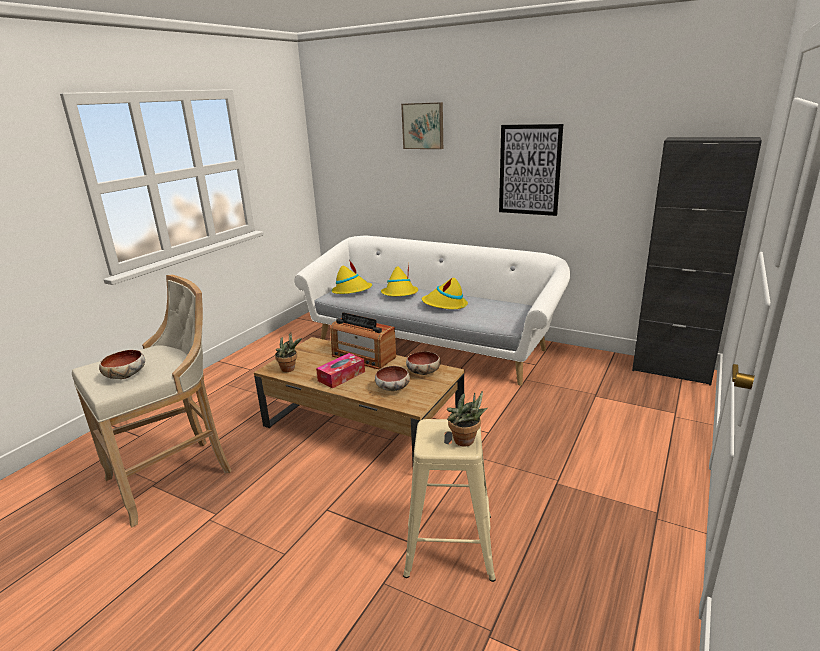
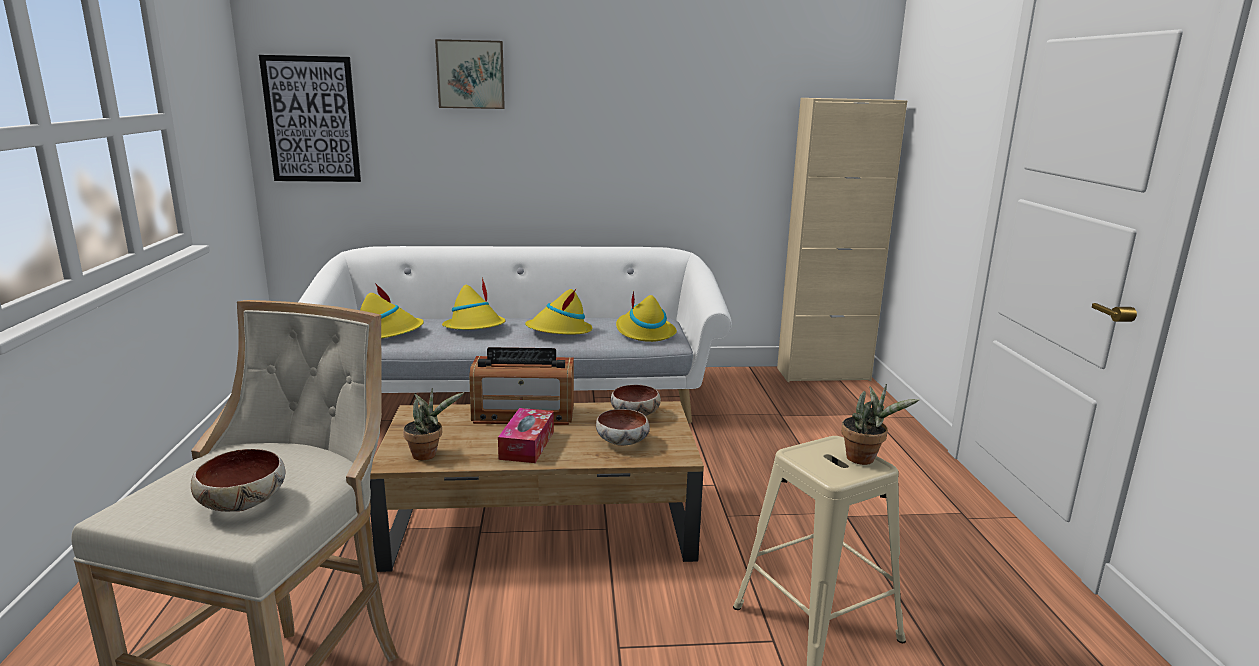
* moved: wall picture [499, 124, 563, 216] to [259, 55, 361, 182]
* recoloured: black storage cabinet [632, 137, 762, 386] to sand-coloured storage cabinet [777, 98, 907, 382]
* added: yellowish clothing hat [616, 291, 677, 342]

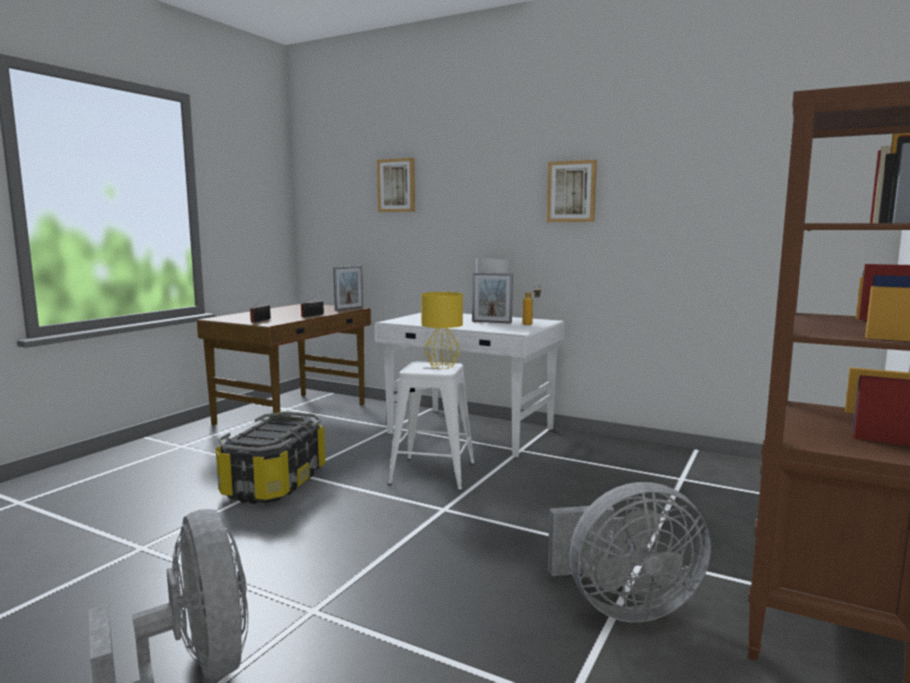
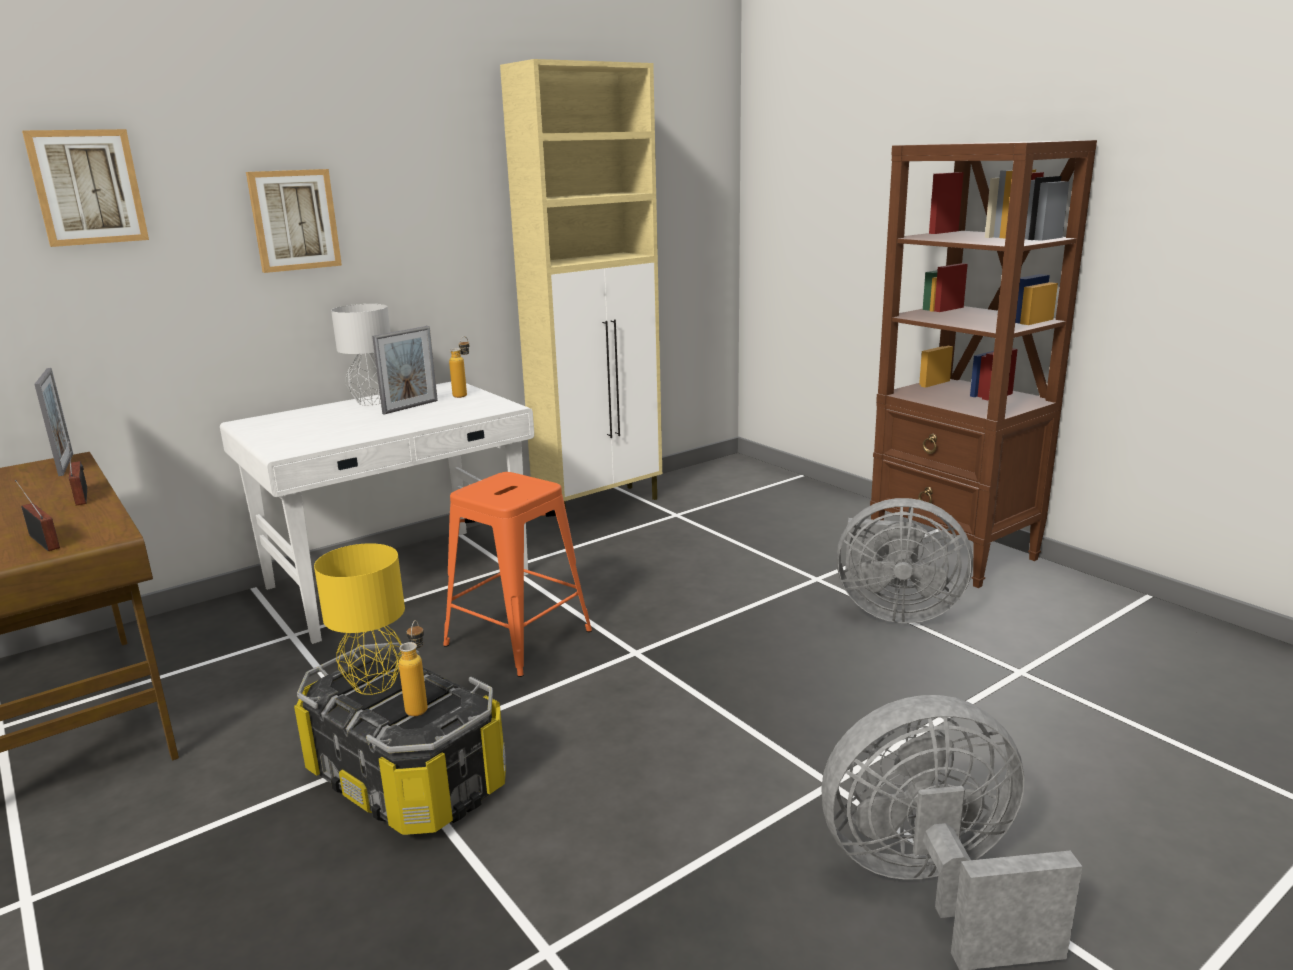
* recoloured: white-coloured sitting stool [388, 362, 474, 490] to orange sitting stool [443, 472, 592, 677]
* moved: yellowish lamp for a table [421, 292, 463, 369] to [314, 543, 405, 695]
* moved: wall picture [547, 160, 597, 222] to [246, 169, 342, 273]
* turned: greyish electric fan [548, 482, 711, 622] = [836, 498, 973, 623] 90 degrees clockwise
* added: bottle [399, 620, 428, 716]
* added: sand-coloured storage cabinet [500, 59, 662, 509]

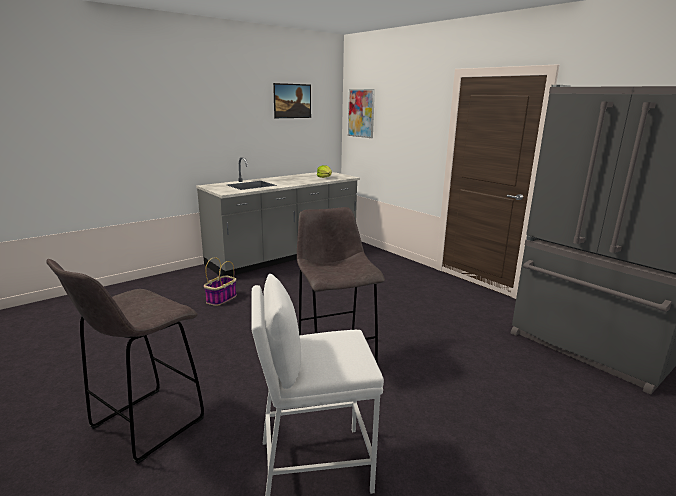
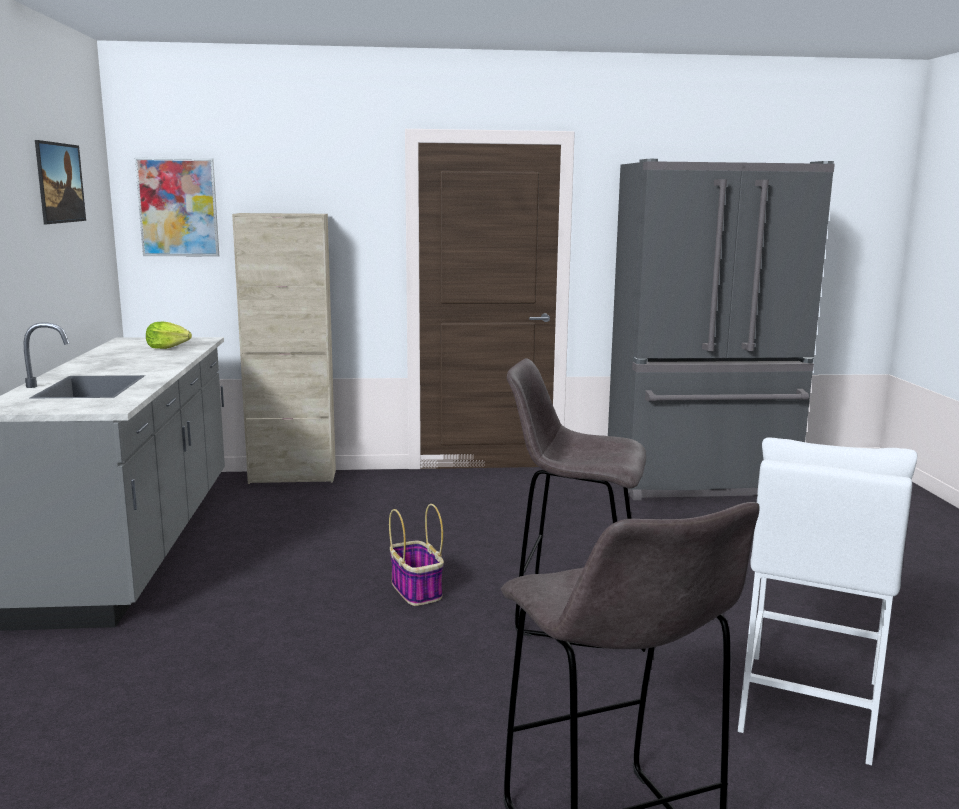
* moved: storage basket [204, 257, 237, 306] to [389, 504, 444, 606]
* added: sand-coloured storage cabinet [232, 213, 336, 484]

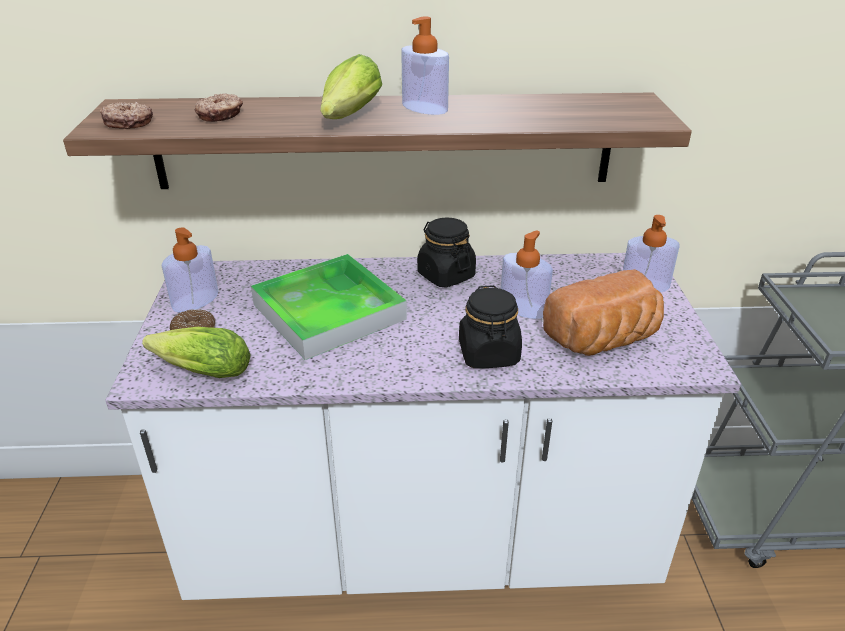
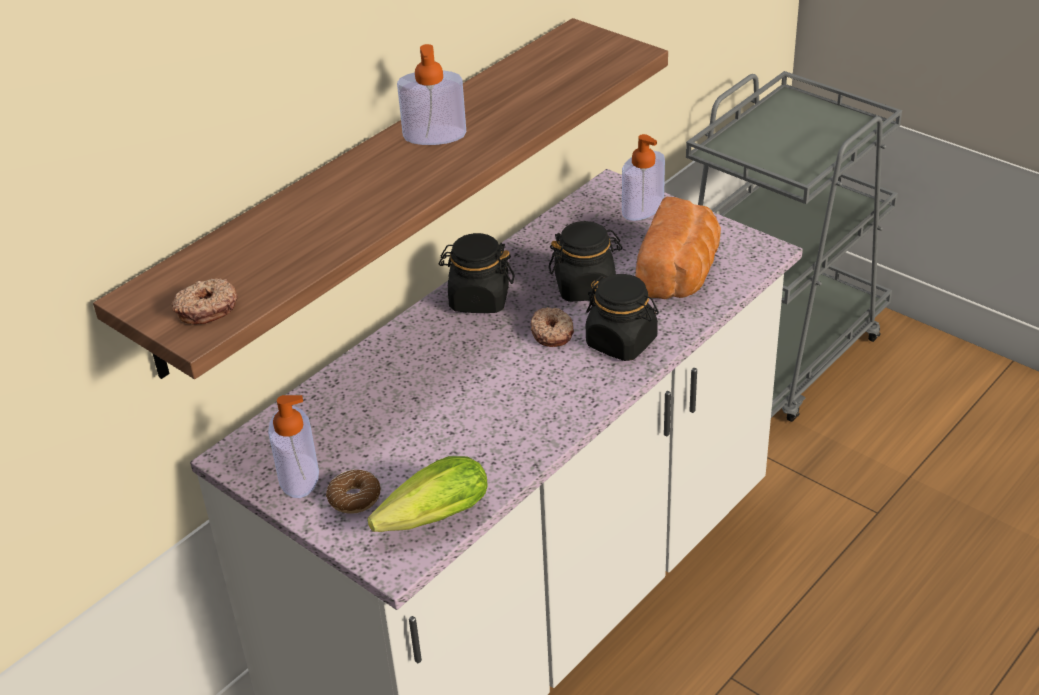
* moved: ring doughnut [195, 93, 243, 122] to [530, 307, 574, 347]
* removed: serving tray [251, 254, 407, 360]
* removed: head of lettuce [320, 54, 382, 119]
* replaced: soap dispenser [501, 230, 553, 319] to black storage jar [549, 221, 623, 302]

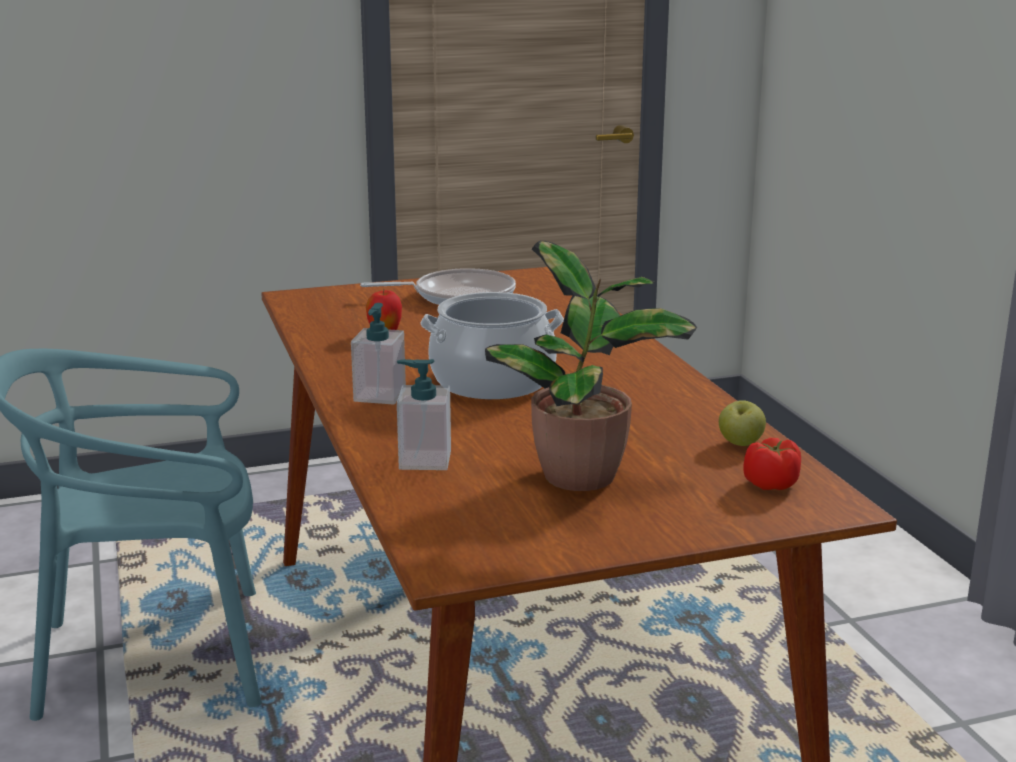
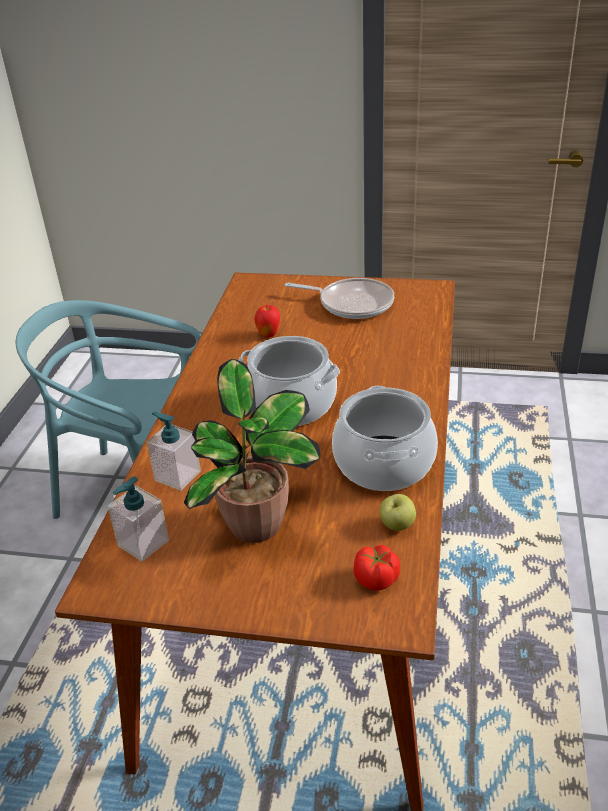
* moved: soap dispenser [351, 303, 406, 405] to [108, 476, 169, 562]
* added: cooking pot [332, 386, 438, 491]

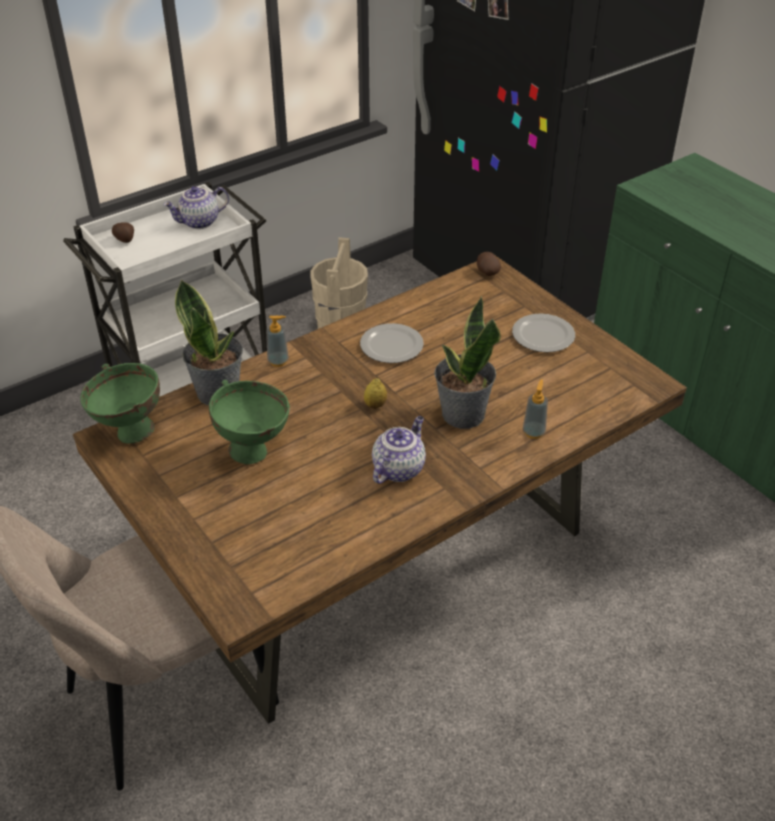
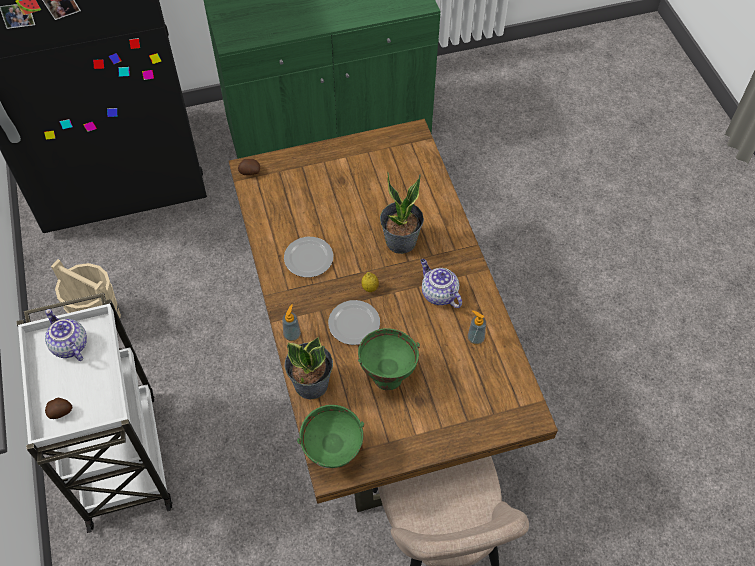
* turned: tea pot [163, 186, 229, 229] = [45, 309, 87, 361] 150 degrees clockwise
* moved: flat dish [512, 313, 575, 352] to [328, 300, 380, 345]
* moved: soap dispenser [523, 380, 548, 439] to [468, 310, 486, 345]

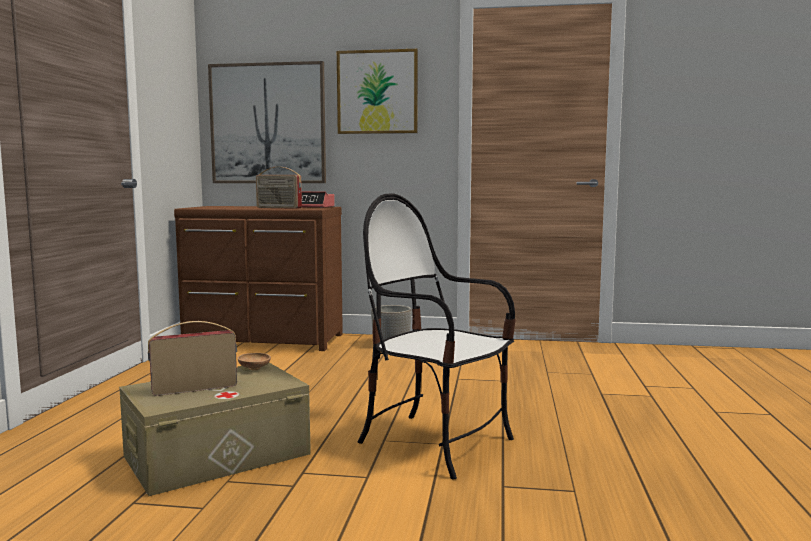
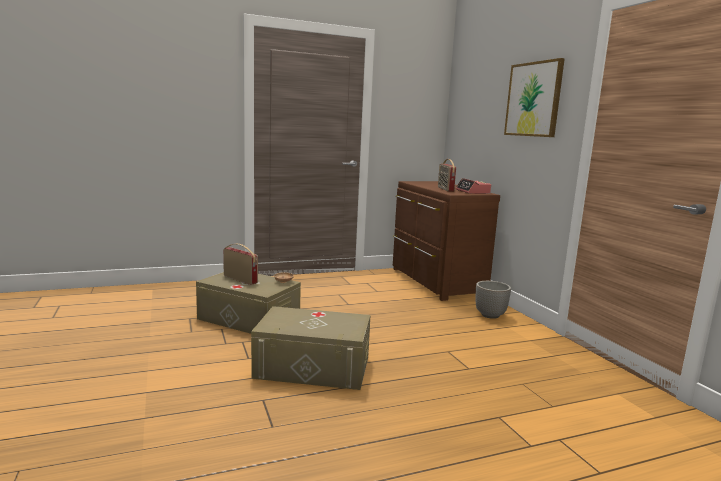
* removed: wall picture [208, 61, 326, 183]
* replaced: plain chair [357, 193, 516, 480] to sand-coloured storage box [251, 306, 371, 390]

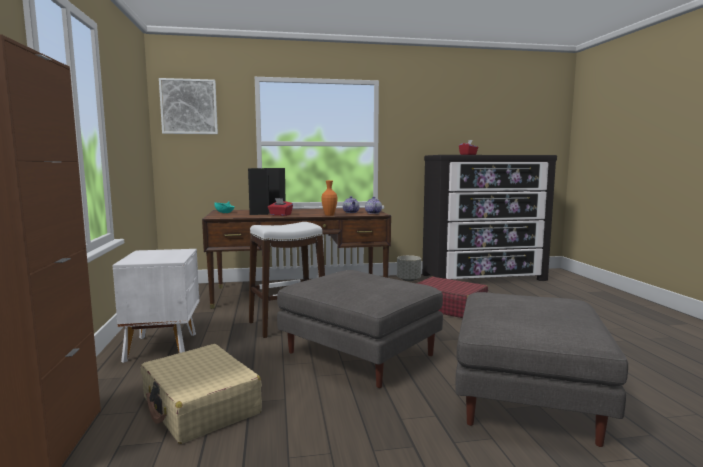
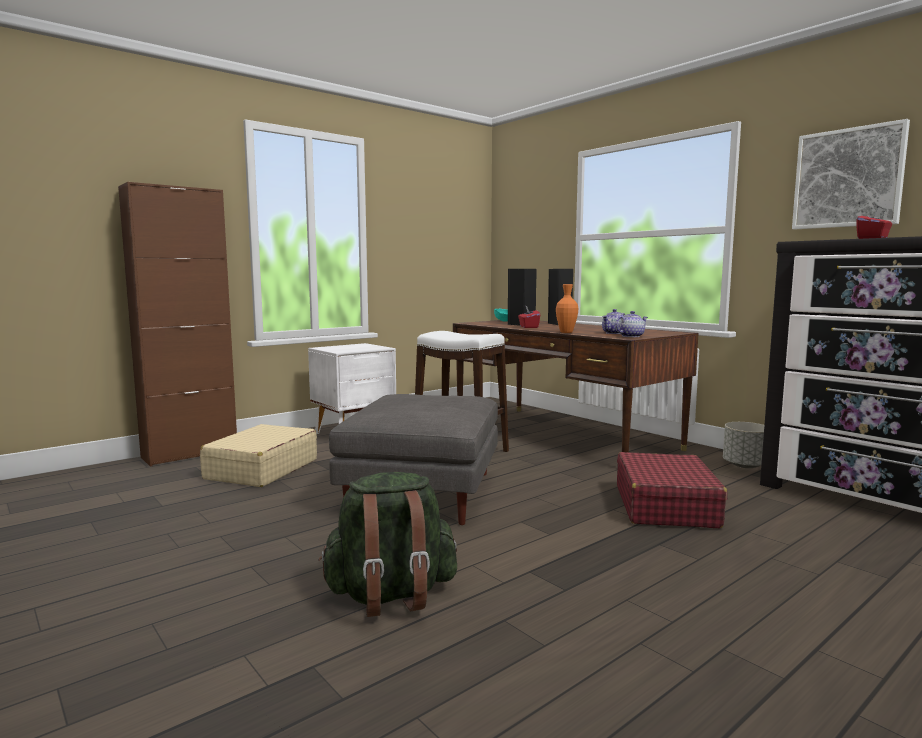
* moved: wall picture [159, 78, 218, 134] to [792, 119, 910, 229]
* replaced: greyish footrest [455, 292, 628, 447] to green knapsack [318, 472, 457, 617]

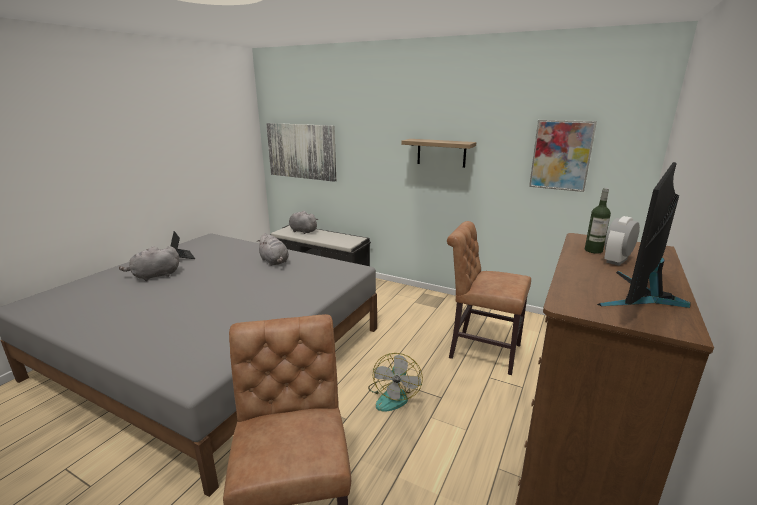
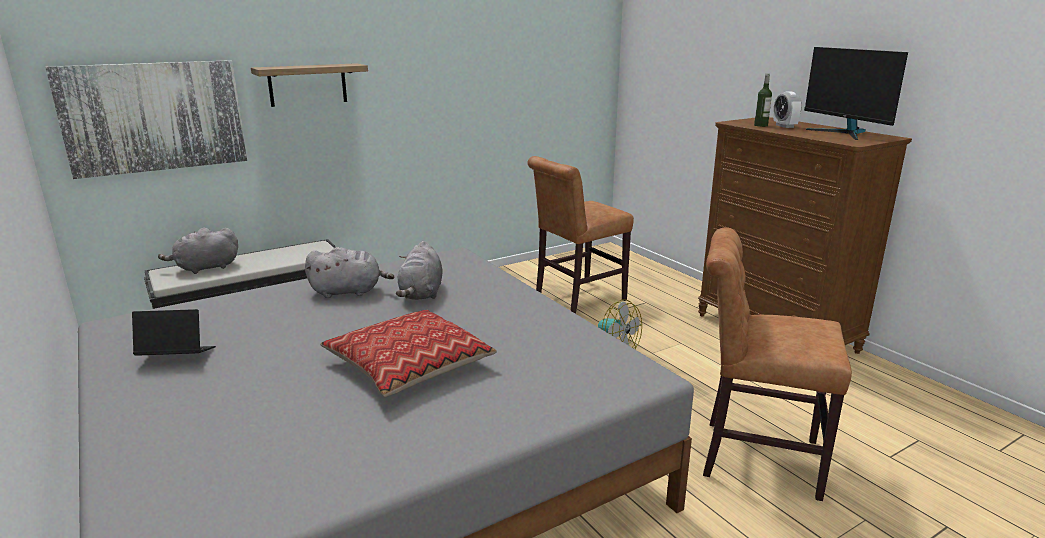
* moved: greyish plush toy [119, 246, 179, 281] to [396, 241, 443, 300]
* moved: wall shelf [401, 139, 476, 168] to [251, 63, 368, 107]
* removed: wall picture [529, 120, 597, 192]
* added: cushion [320, 310, 497, 397]

